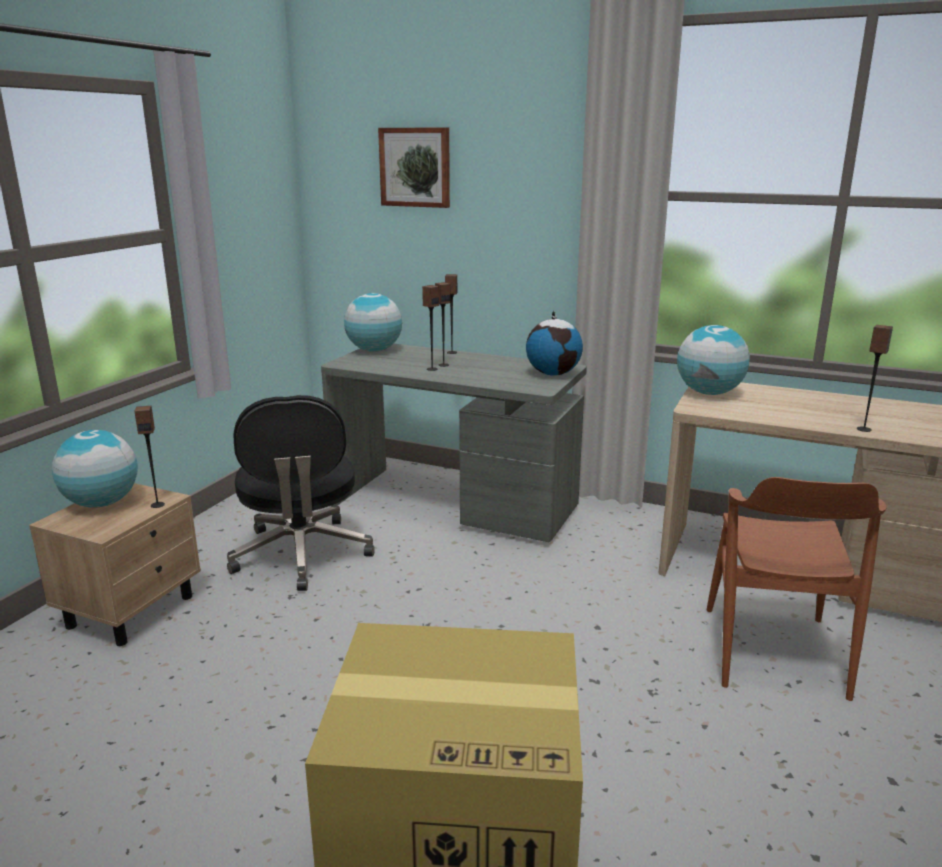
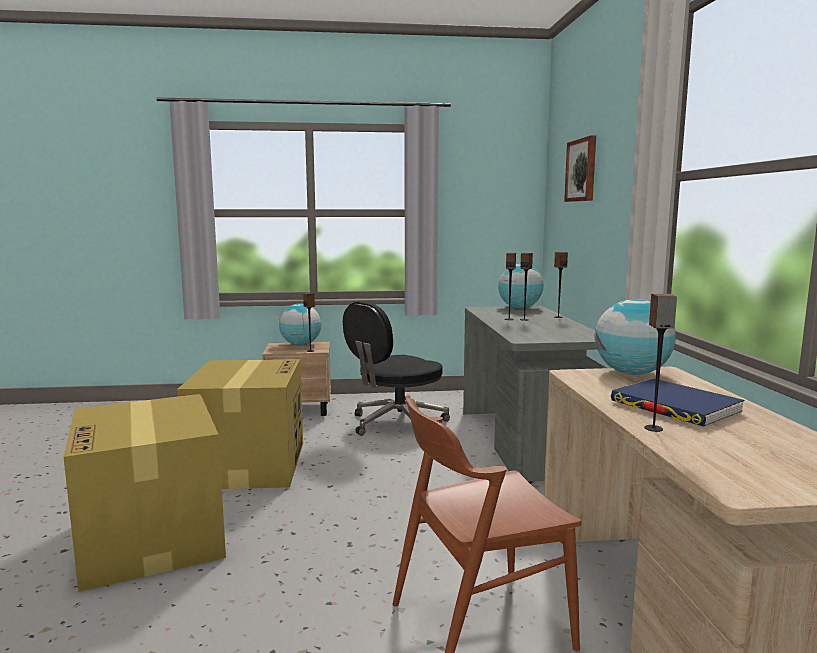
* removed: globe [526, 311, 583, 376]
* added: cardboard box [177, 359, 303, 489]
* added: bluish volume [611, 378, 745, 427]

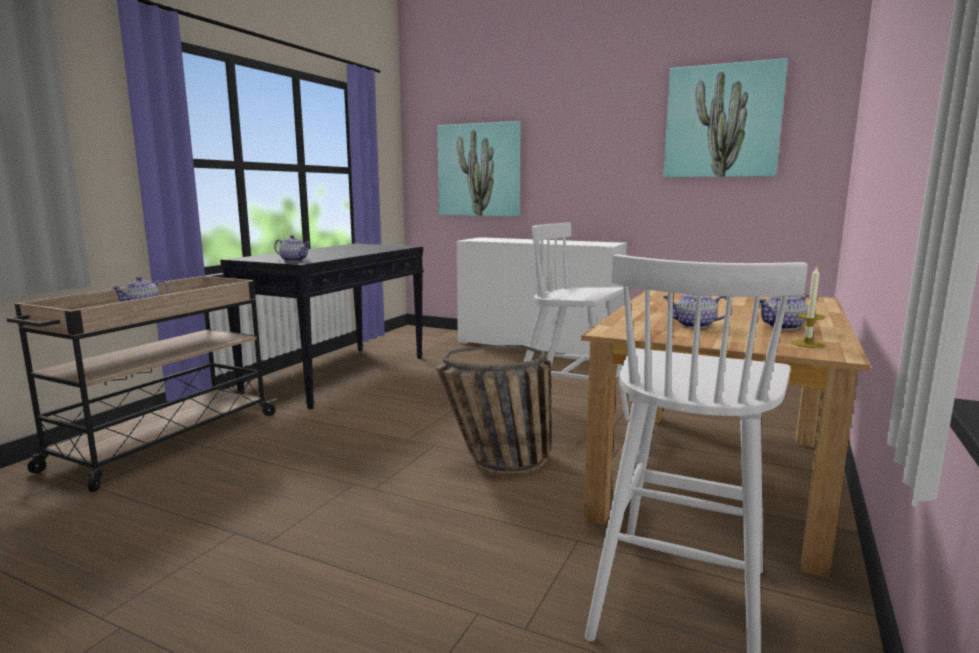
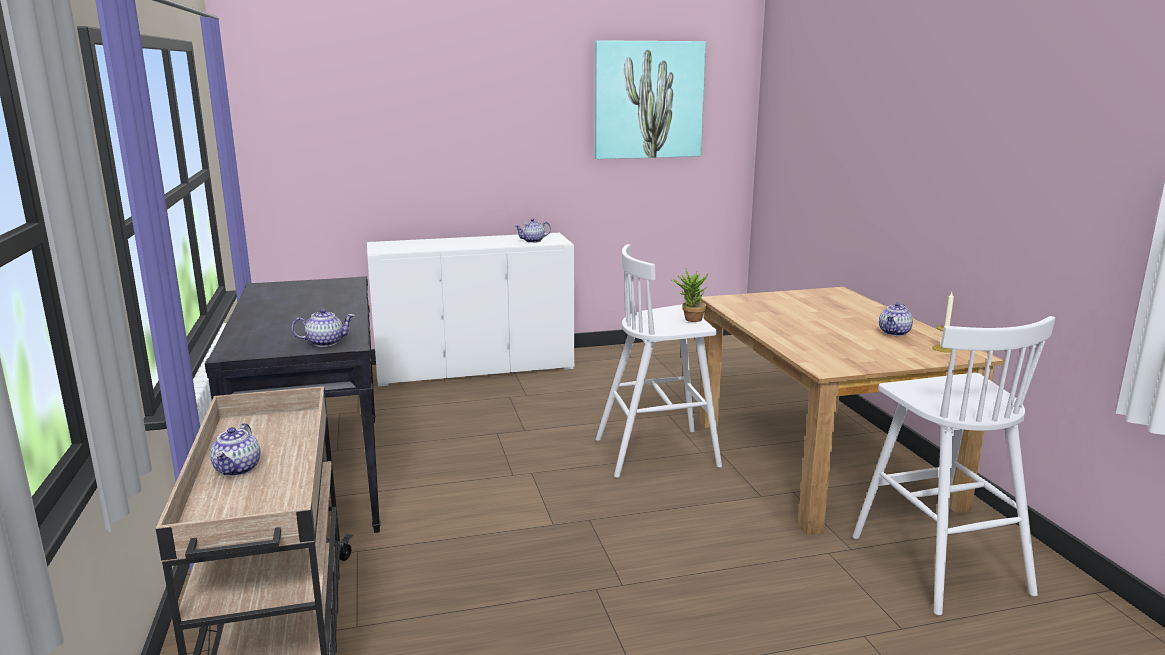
* removed: storage basket [436, 345, 551, 472]
* removed: wall picture [438, 121, 521, 216]
* moved: tea pot [663, 294, 727, 328] to [515, 218, 551, 243]
* added: houseplant [672, 268, 709, 322]

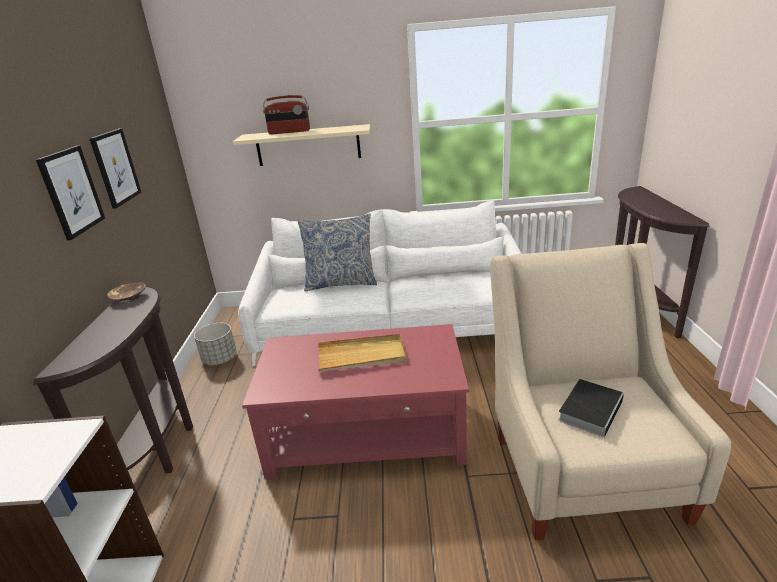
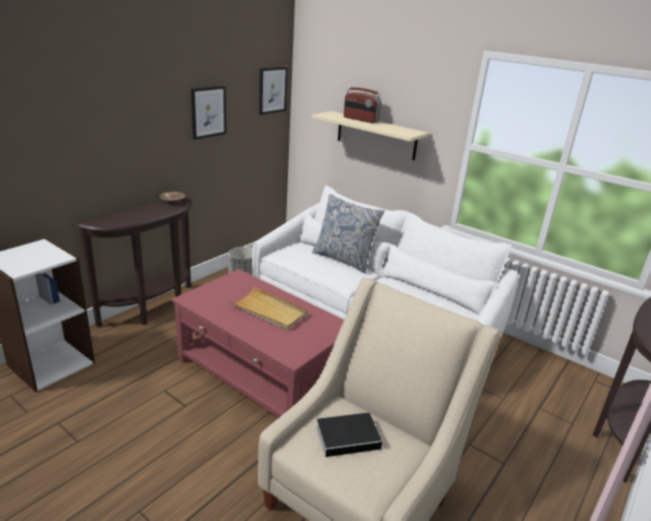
* moved: wall picture [36, 146, 105, 241] to [259, 67, 288, 115]

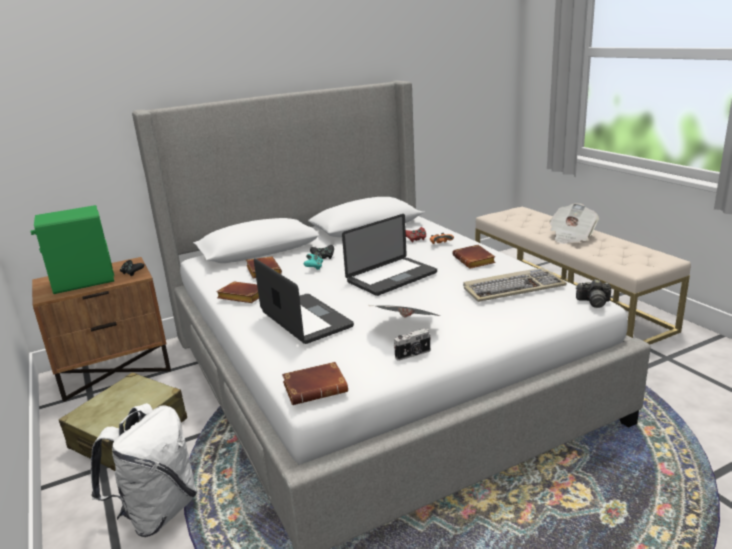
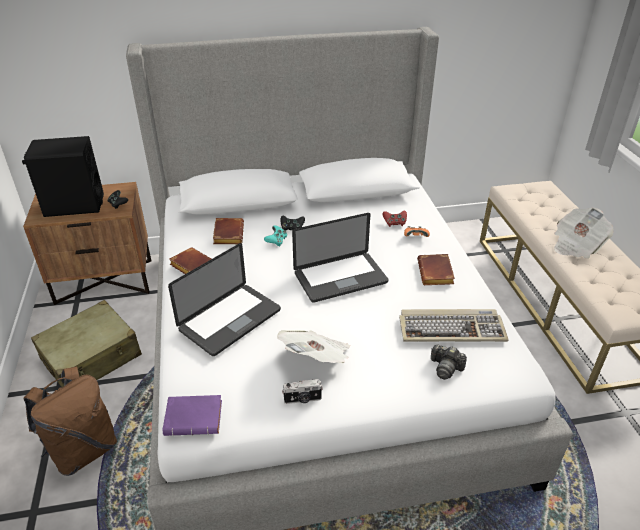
* recoloured: green loudspeaker [30, 205, 114, 294] to black loudspeaker [22, 136, 104, 217]
* recoloured: white-coloured knapsack [91, 403, 197, 537] to brown-coloured knapsack [23, 366, 117, 476]
* turned: laptop [254, 258, 354, 344] = [168, 243, 281, 356] 60 degrees clockwise
* recoloured: brown-coloured volume [282, 362, 348, 405] to purple-coloured volume [163, 395, 222, 436]
* moved: photo camera [576, 280, 611, 308] to [431, 344, 467, 380]

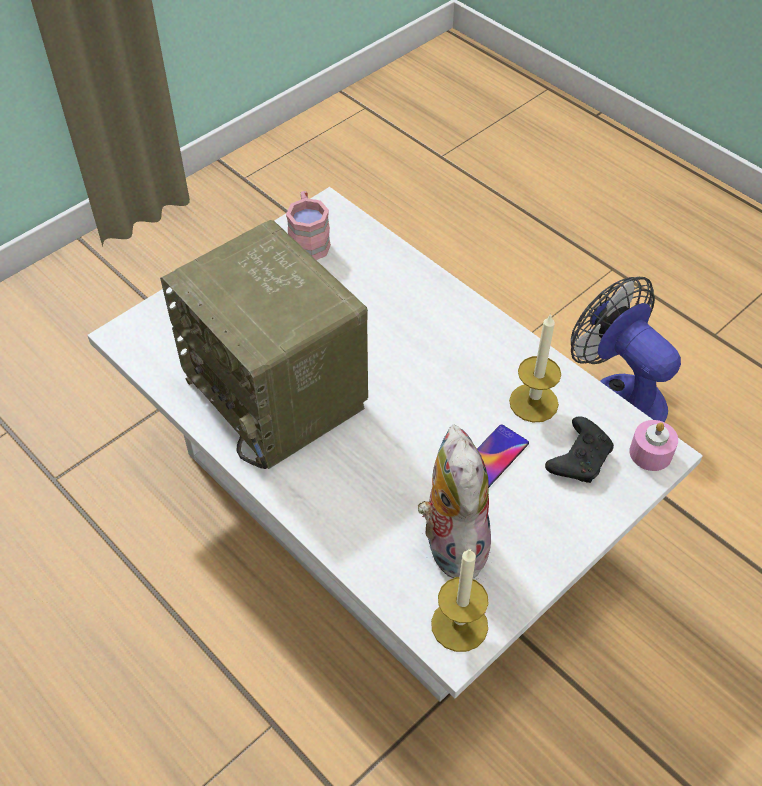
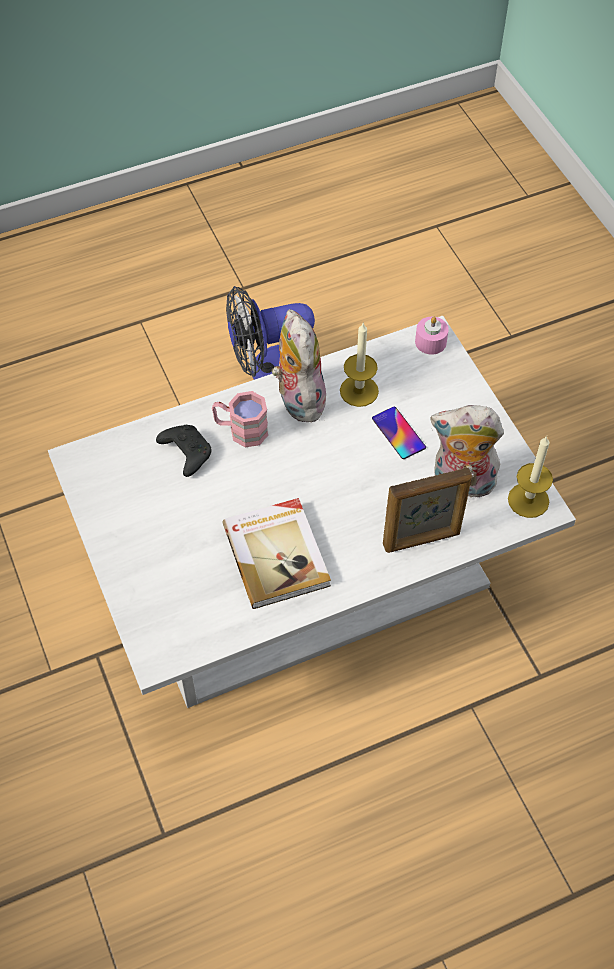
* replaced: radio set [160, 220, 368, 469] to volume [223, 498, 331, 609]
* moved: pink-coloured tea mug [286, 191, 331, 260] to [212, 391, 268, 447]
* moved: black game controller [545, 416, 614, 483] to [156, 425, 212, 477]
* added: plush toy [272, 309, 326, 423]
* added: photo frame [383, 468, 472, 553]

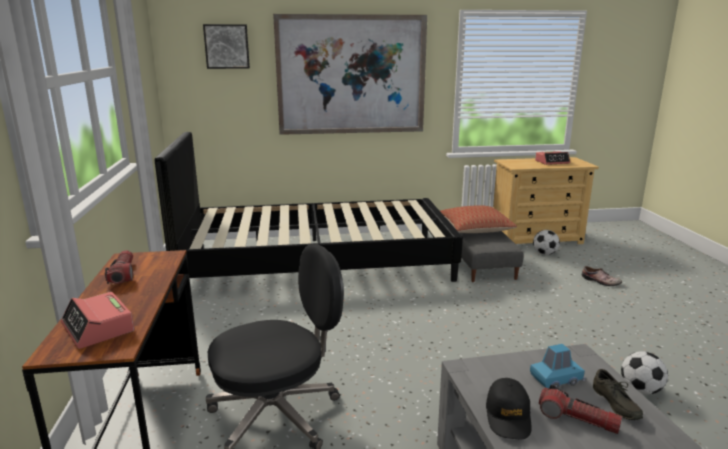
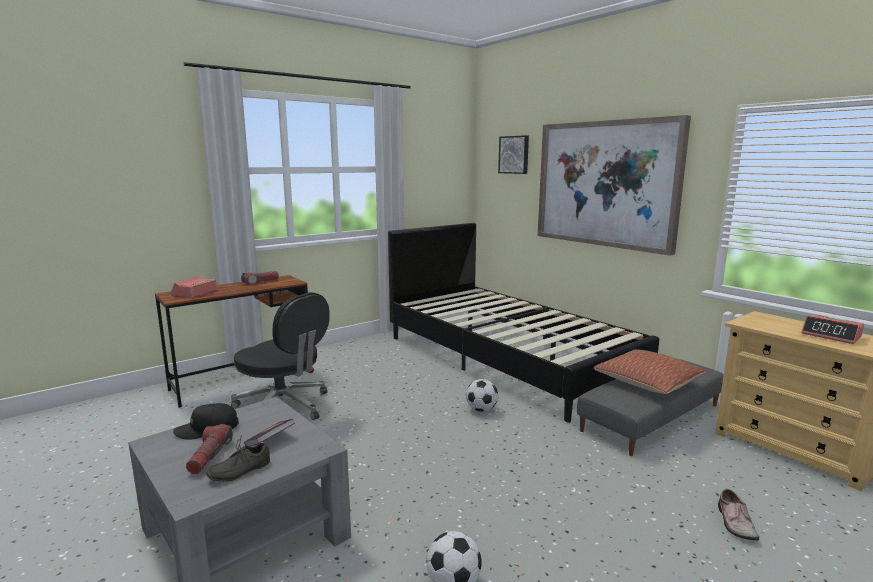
* replaced: bluish toy car [530, 344, 586, 389] to volume [244, 418, 295, 446]
* moved: football [533, 230, 560, 255] to [466, 379, 498, 412]

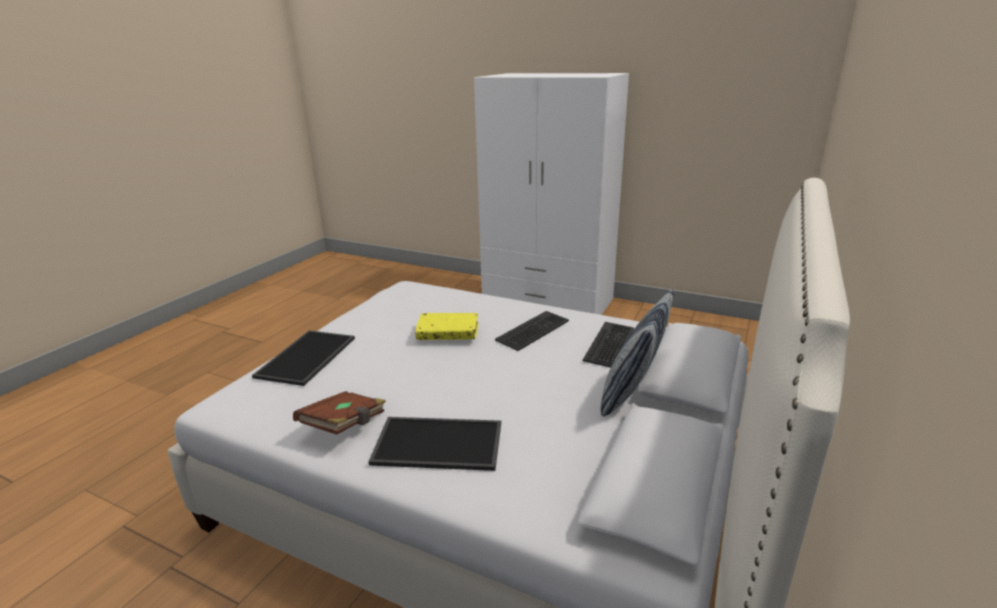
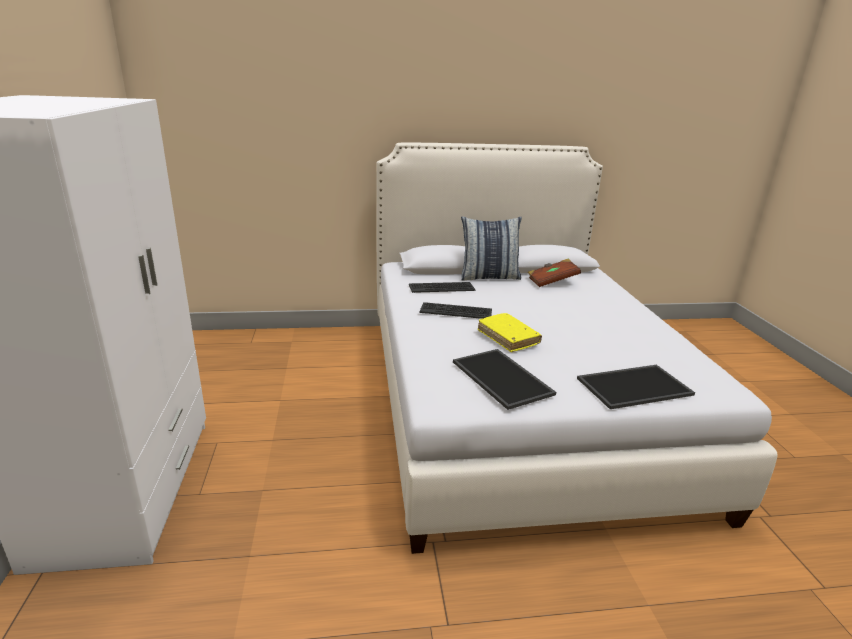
* moved: brown-coloured volume [293, 391, 386, 435] to [528, 259, 581, 287]
* moved: serving tray [369, 417, 501, 471] to [453, 349, 556, 410]

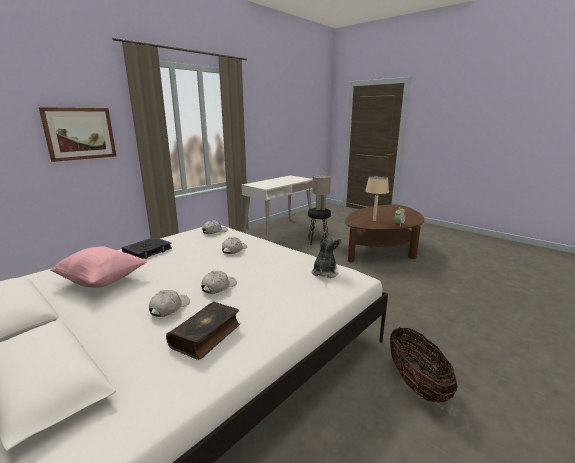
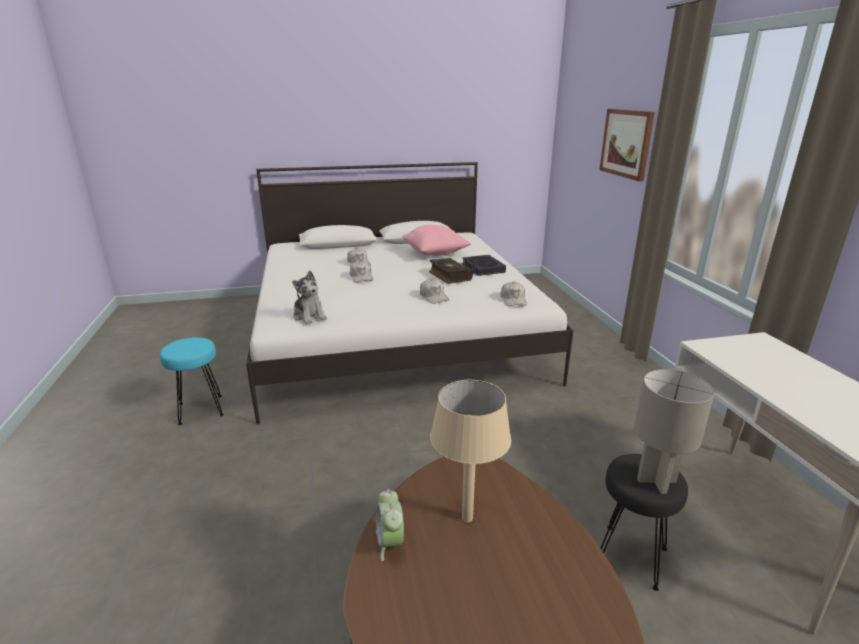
* moved: volume [166, 302, 240, 360] to [429, 258, 473, 284]
* replaced: storage basket [390, 327, 458, 403] to turquoise-coloured sitting stool [160, 337, 224, 425]

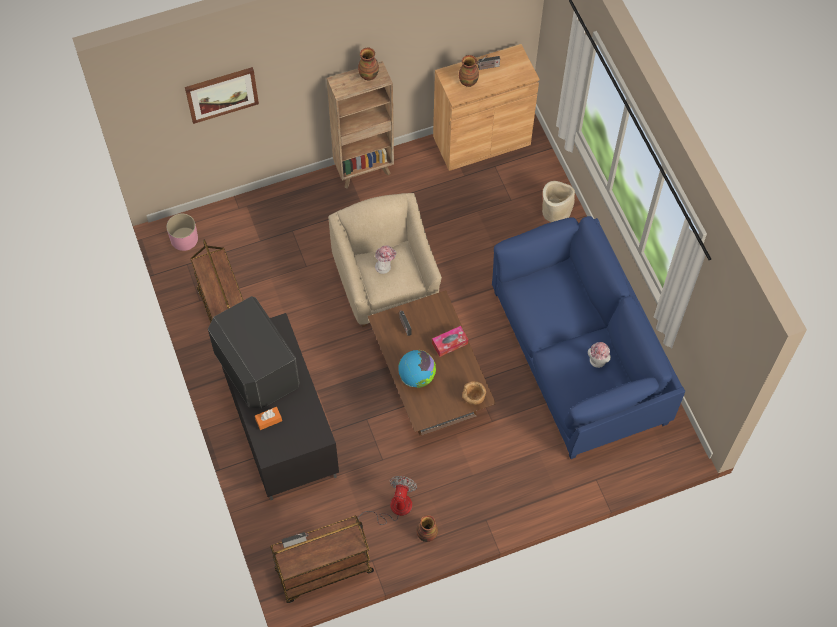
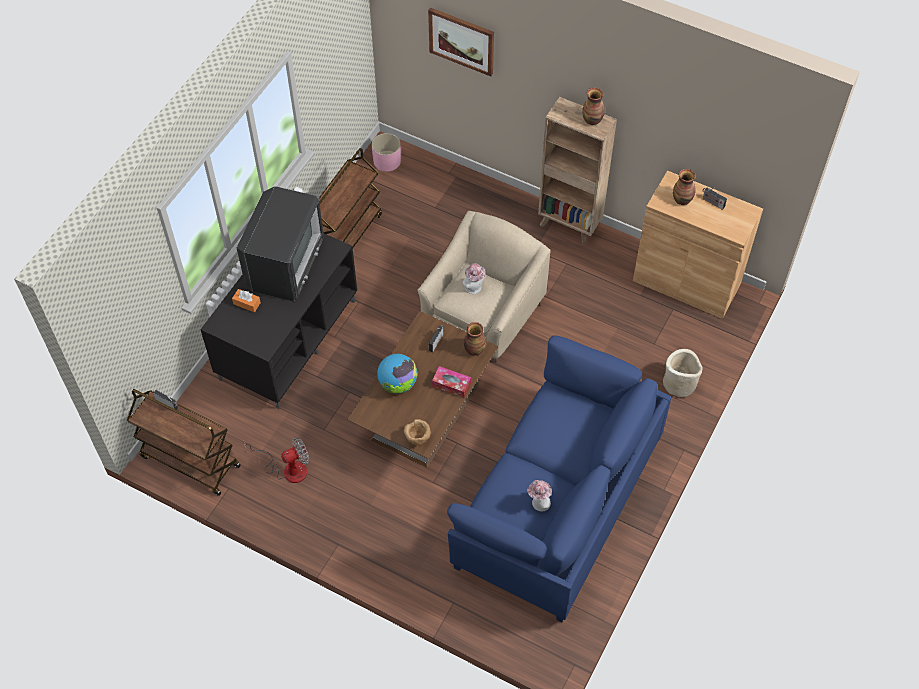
* moved: vase [416, 515, 438, 542] to [464, 322, 486, 356]

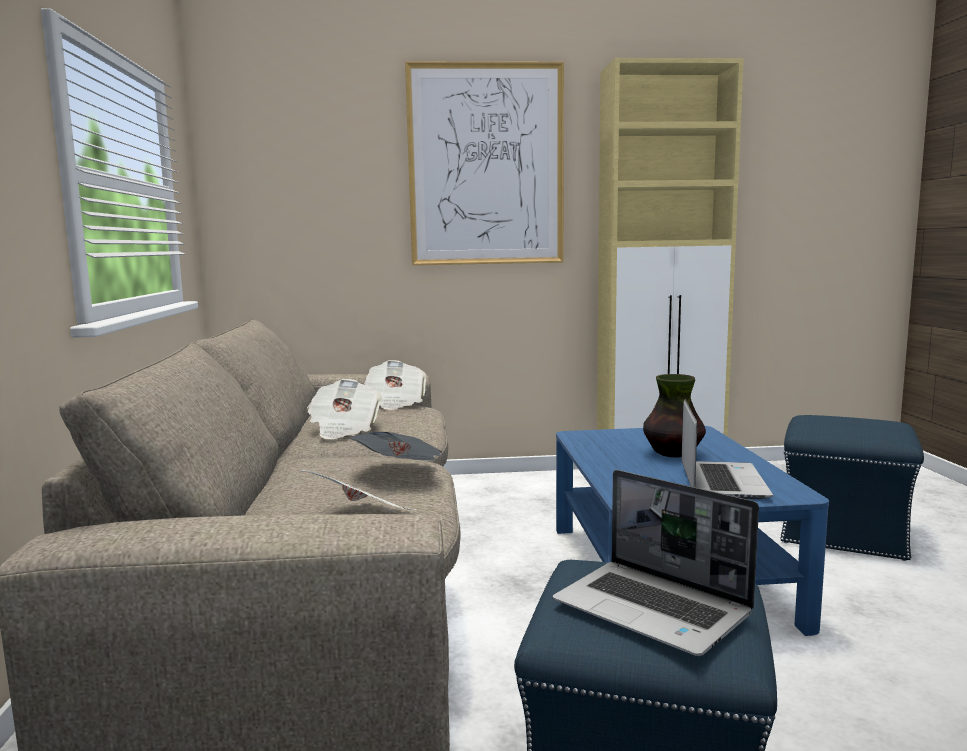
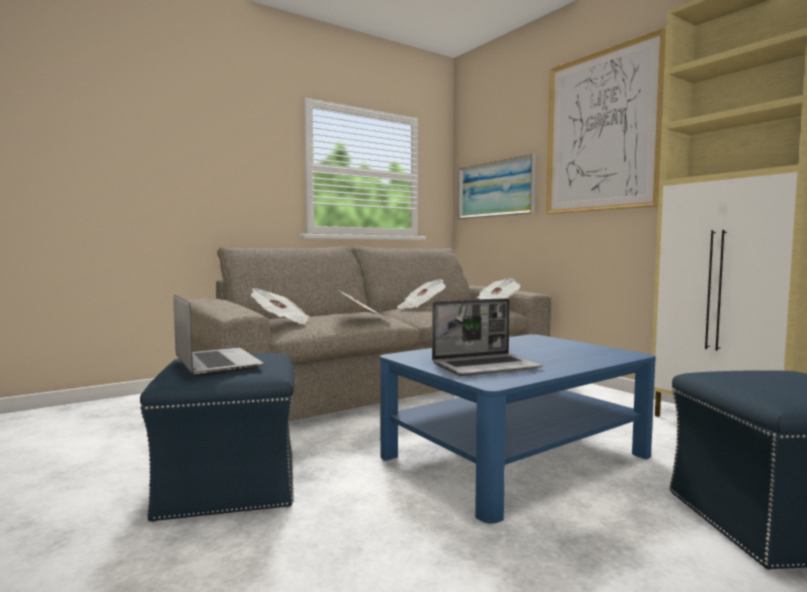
* turned: laptop [553, 470, 759, 656] = [173, 295, 264, 376] 135 degrees clockwise
* removed: vase [643, 374, 706, 458]
* added: wall picture [458, 154, 536, 219]

